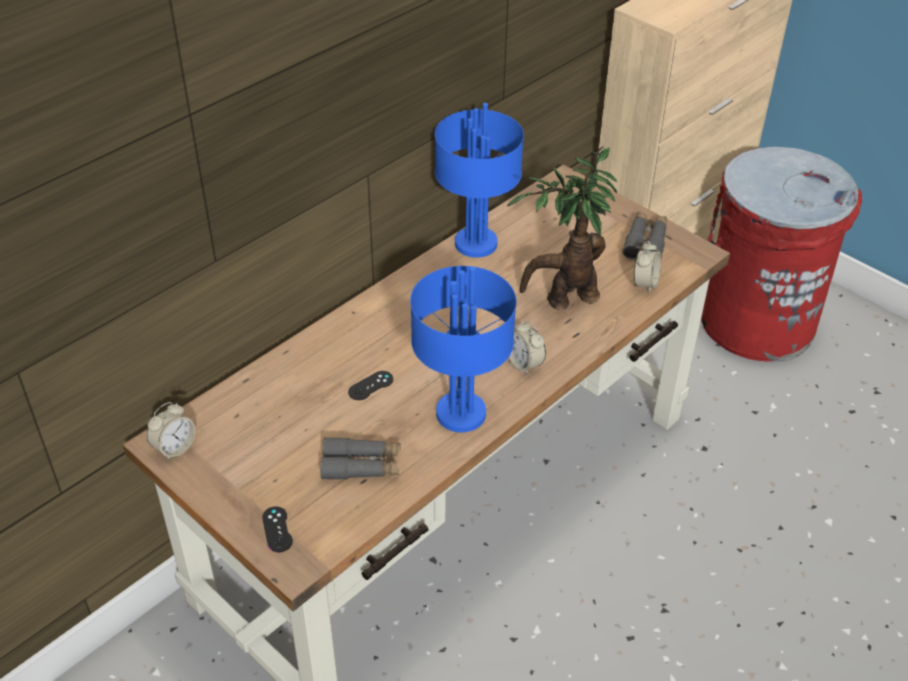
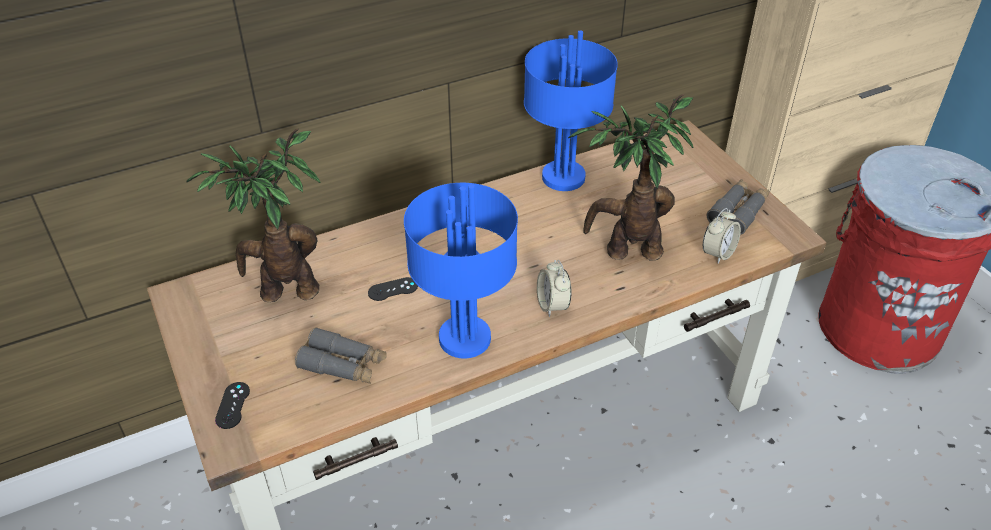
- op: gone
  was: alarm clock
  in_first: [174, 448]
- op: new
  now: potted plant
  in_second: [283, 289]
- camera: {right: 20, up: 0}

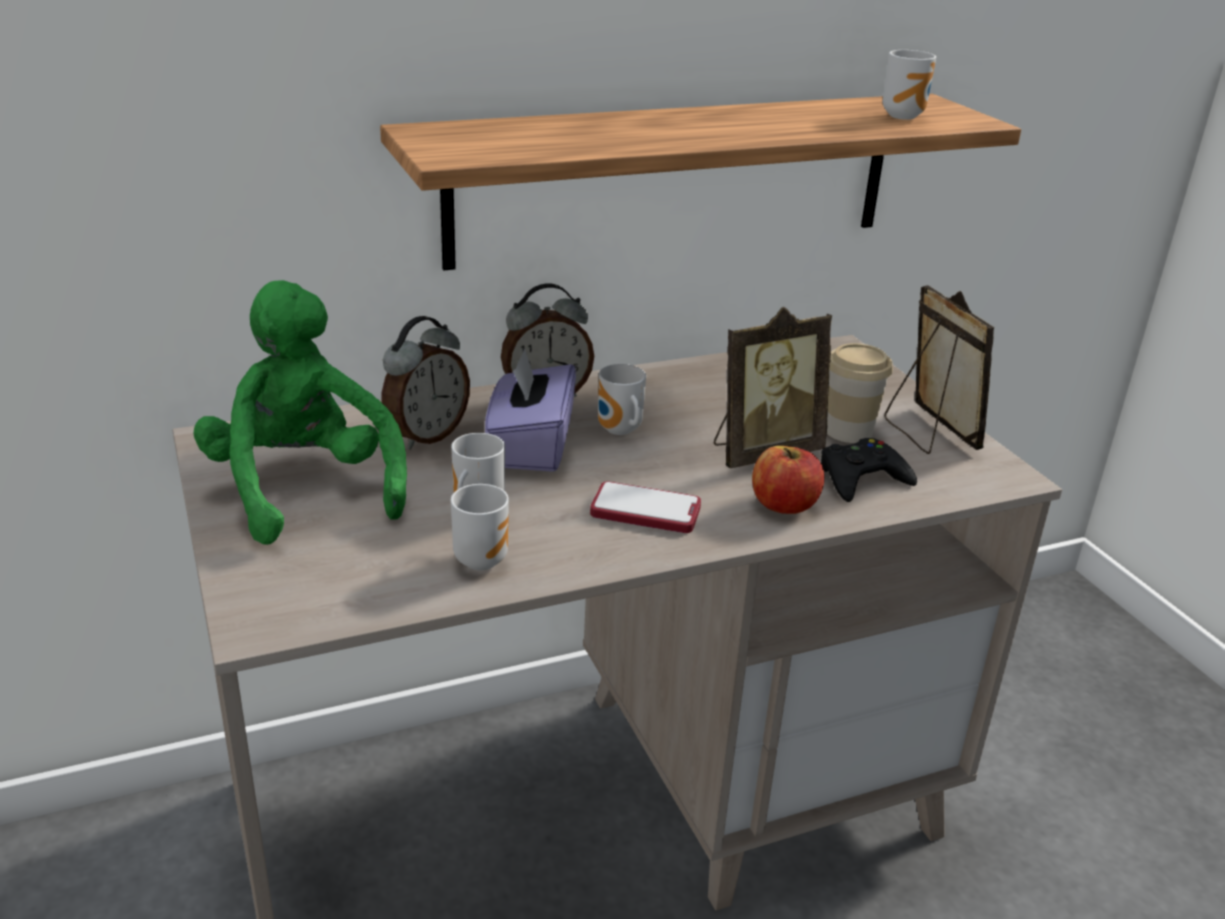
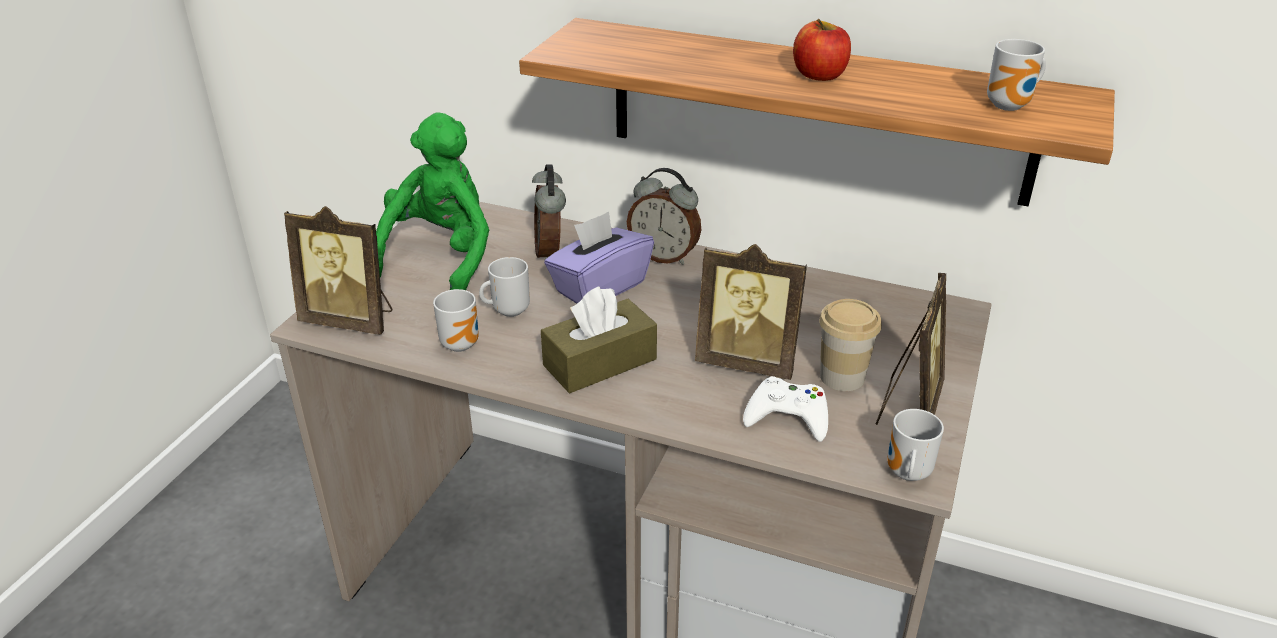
- op: rotated
  was: alarm clock
  in_first: [426, 435]
  in_second: [551, 252]
  clockwise: 90
- op: shifted
  was: mug
  in_first: [619, 431]
  in_second: [905, 474]
- op: repainted
  was: black game controller
  now: white game controller
  in_first: [861, 478]
  in_second: [788, 416]
- op: shifted
  was: apple
  in_first: [784, 505]
  in_second: [819, 75]
- op: swapped
  was: phone
  now: brown tissue box
  in_first: [645, 510]
  in_second: [600, 362]
- op: new
  now: picture frame
  in_second: [351, 320]
- camera: {right: 45, up: 5}

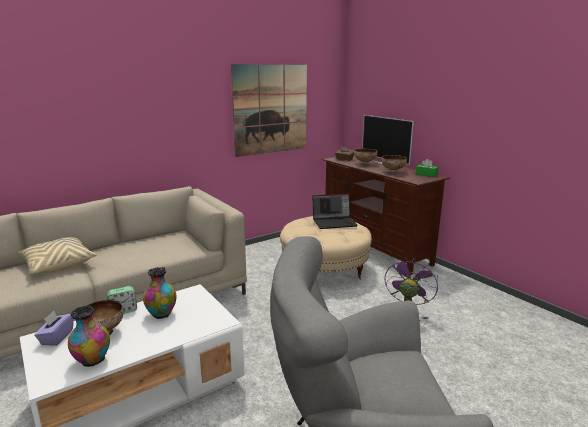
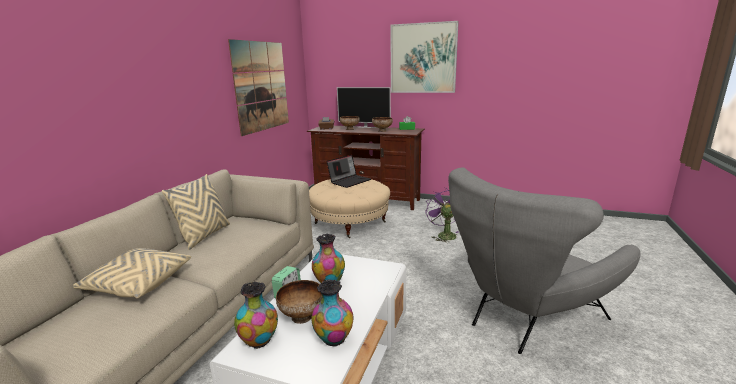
- op: swapped
  was: purple tissue box
  now: vase
  in_first: [57, 337]
  in_second: [259, 341]
- op: new
  now: picture
  in_second: [423, 58]
- op: new
  now: beige pillow
  in_second: [204, 236]
- camera: {right: -35, up: 0}

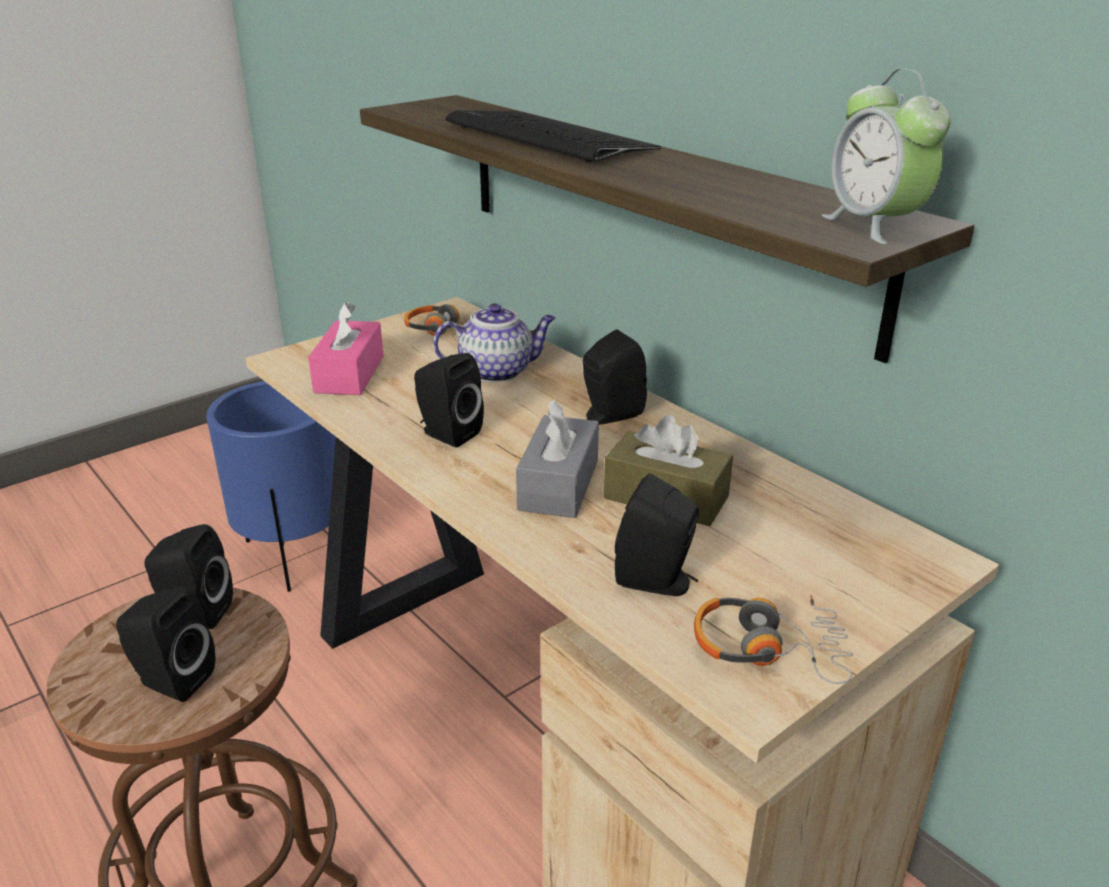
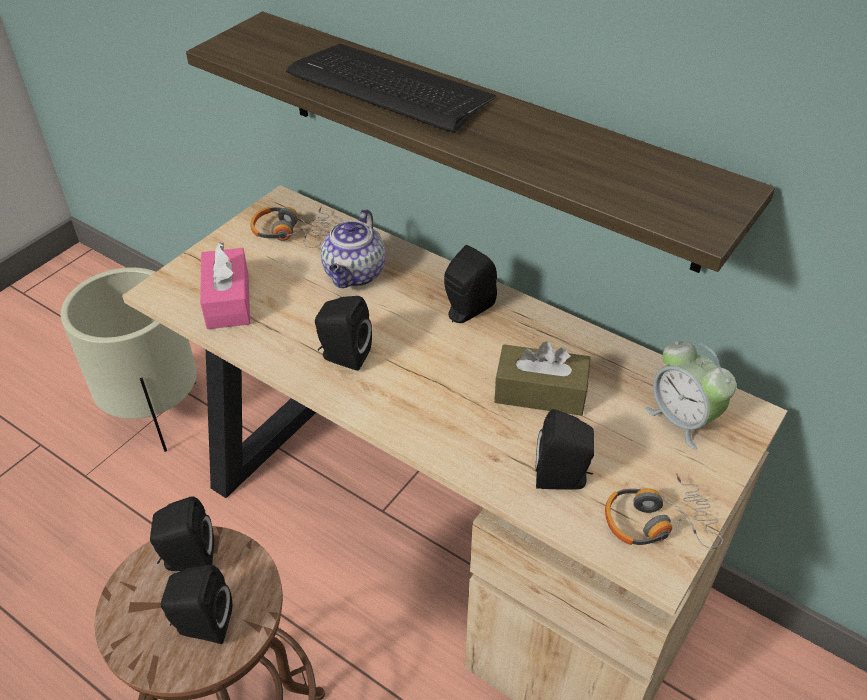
- op: shifted
  was: alarm clock
  in_first: [874, 226]
  in_second: [682, 420]
- op: rotated
  was: teapot
  in_first: [497, 371]
  in_second: [355, 275]
  clockwise: 135
- op: repainted
  was: blue planter
  now: beige planter
  in_first: [295, 554]
  in_second: [156, 413]
- op: gone
  was: grey tissue box
  in_first: [559, 485]
- camera: {right: -15, up: 15}

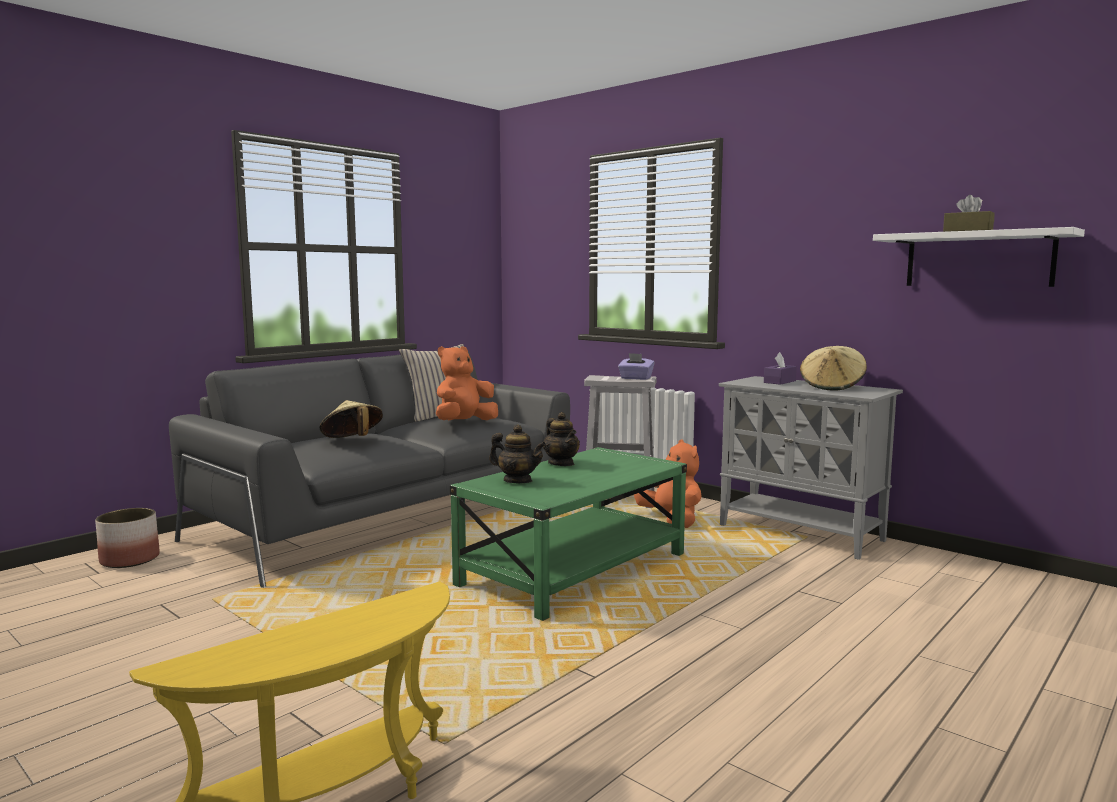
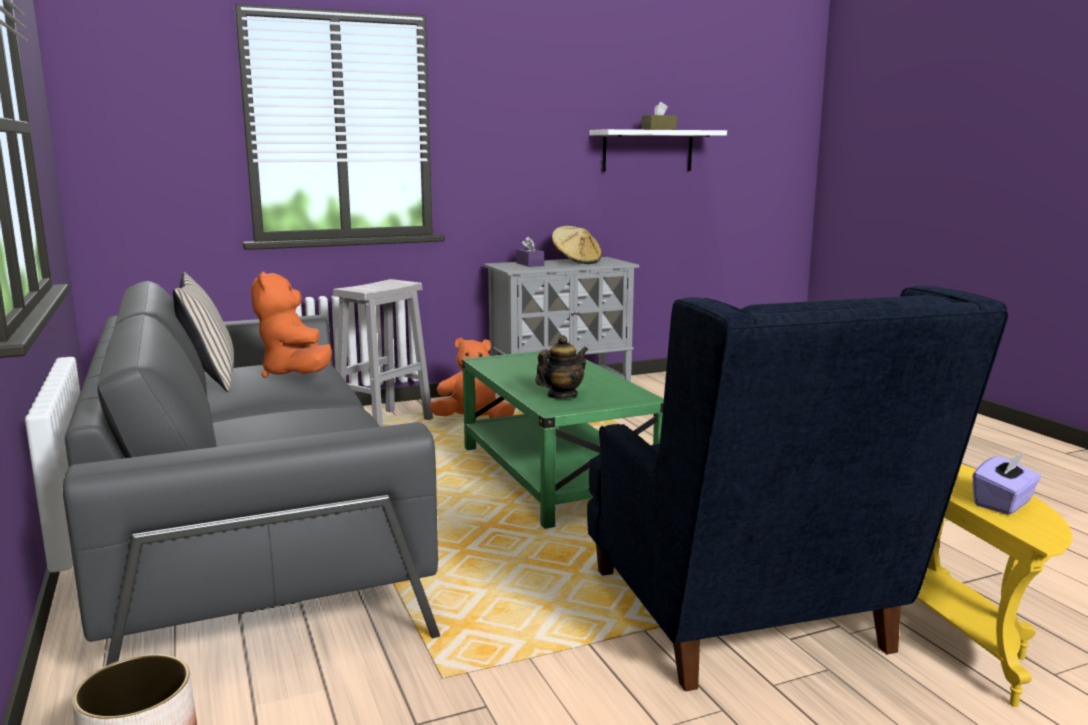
- op: shifted
  was: purple tissue box
  in_first: [635, 378]
  in_second: [1003, 503]
- op: gone
  was: beige hat
  in_first: [352, 441]
- op: gone
  was: teapot
  in_first: [561, 463]
- op: new
  now: blue armchair
  in_second: [749, 623]
- camera: {right: -65, up: 5}

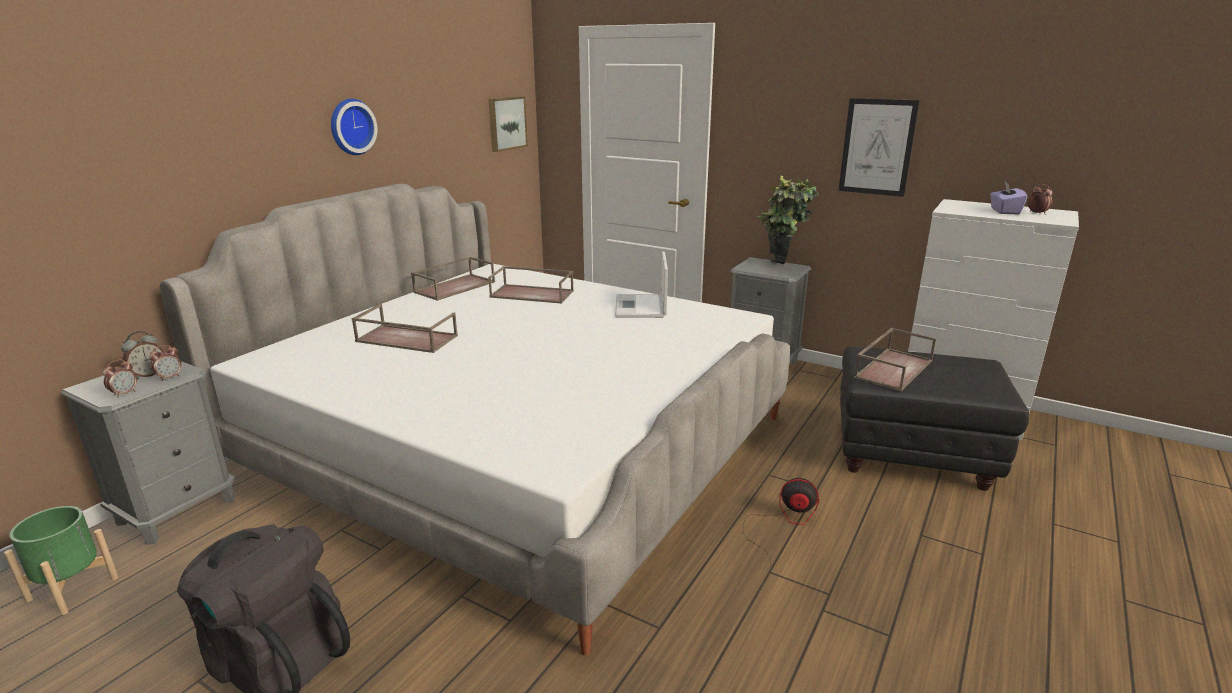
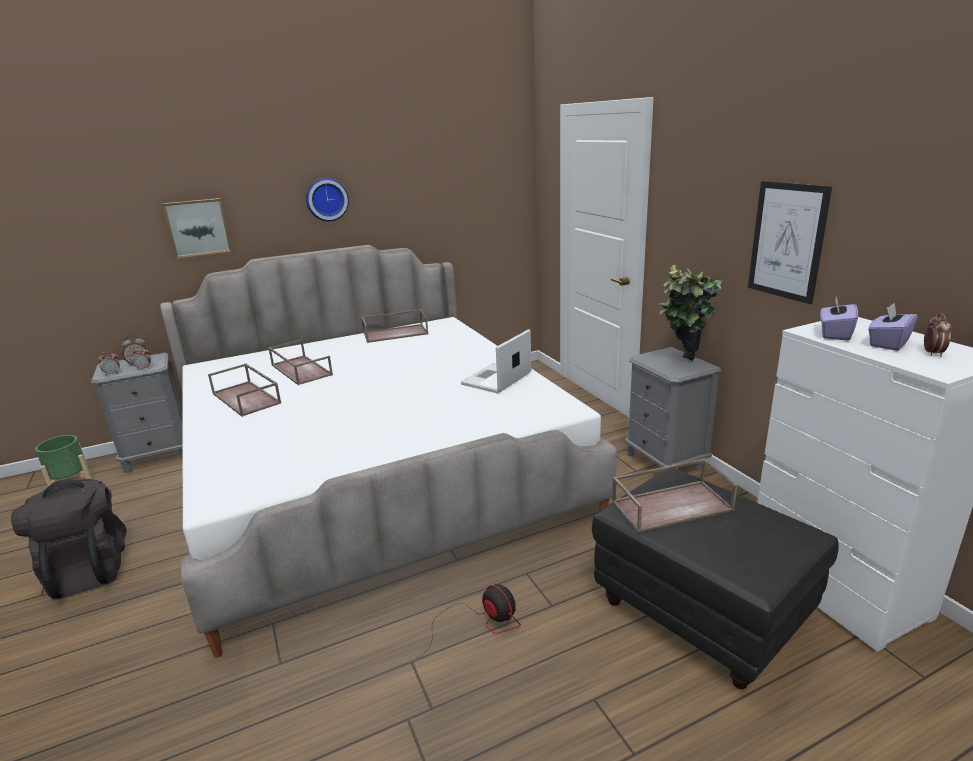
- op: shifted
  was: picture
  in_first: [506, 123]
  in_second: [198, 227]
- op: shifted
  was: brown tray
  in_first: [533, 294]
  in_second: [247, 398]
- op: new
  now: purple tissue box
  in_second: [834, 334]
- camera: {right: 35, up: 0}

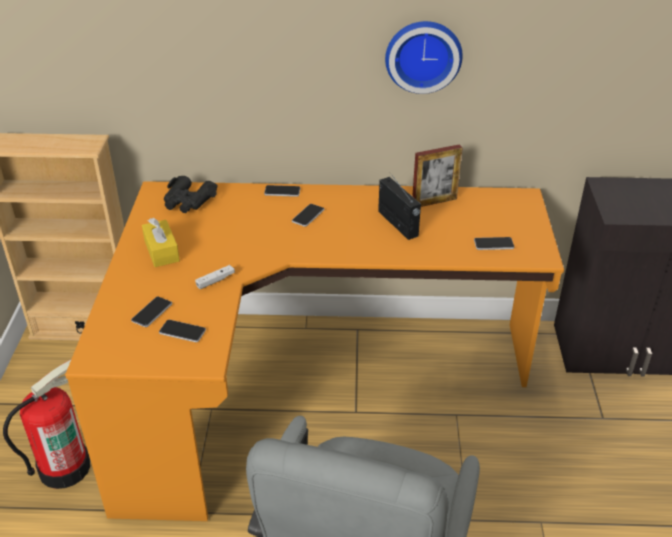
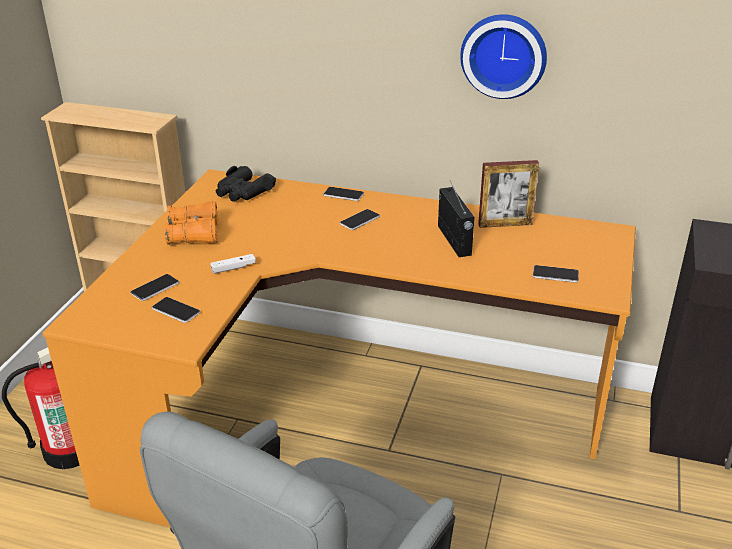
- op: swapped
  was: yellow tissue box
  now: orange binoculars
  in_first: [161, 251]
  in_second: [194, 233]
- camera: {right: 15, up: -5}

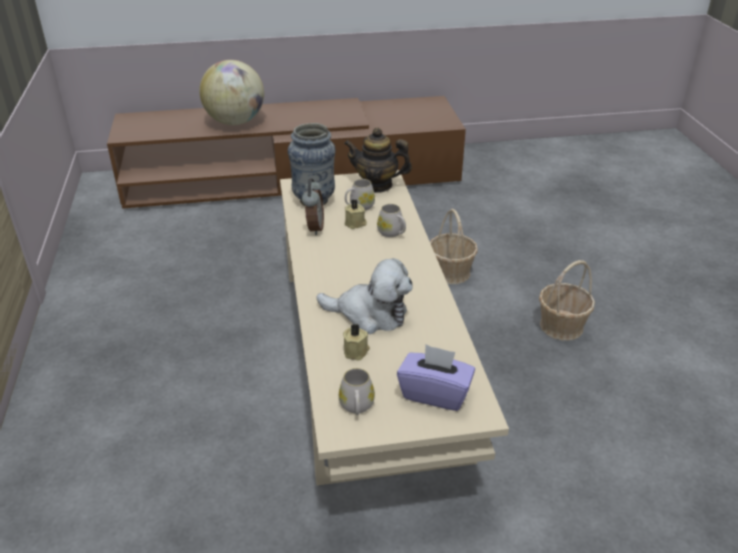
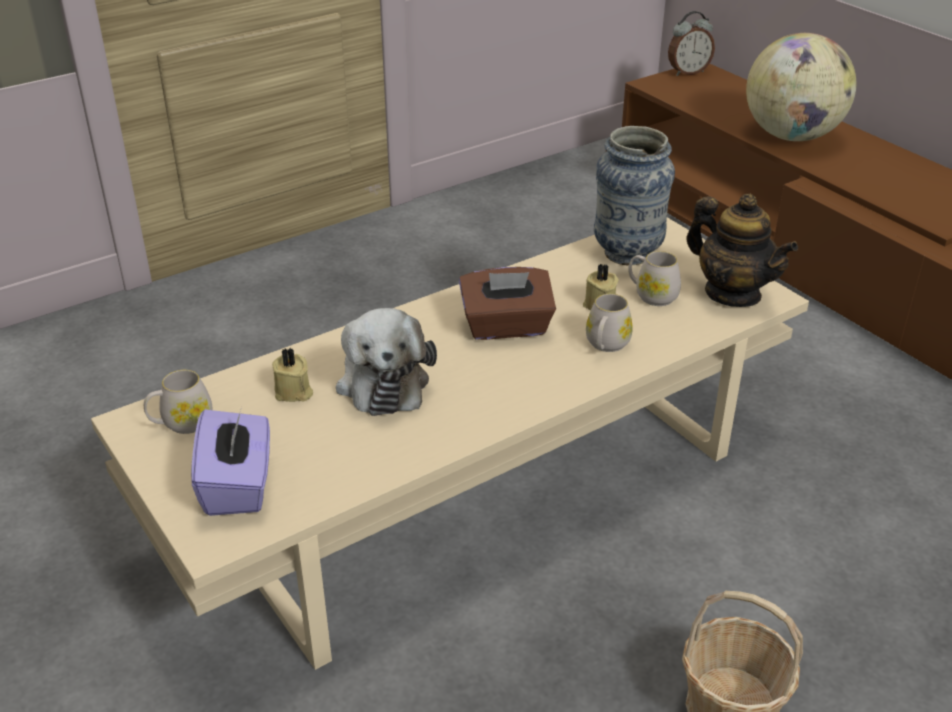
- op: rotated
  was: teapot
  in_first: [377, 185]
  in_second: [732, 293]
  clockwise: 150
- op: shifted
  was: alarm clock
  in_first: [314, 228]
  in_second: [687, 72]
- op: gone
  was: basket
  in_first: [451, 272]
- op: new
  now: brown tissue box
  in_second: [506, 327]
- camera: {right: 65, up: 0}

